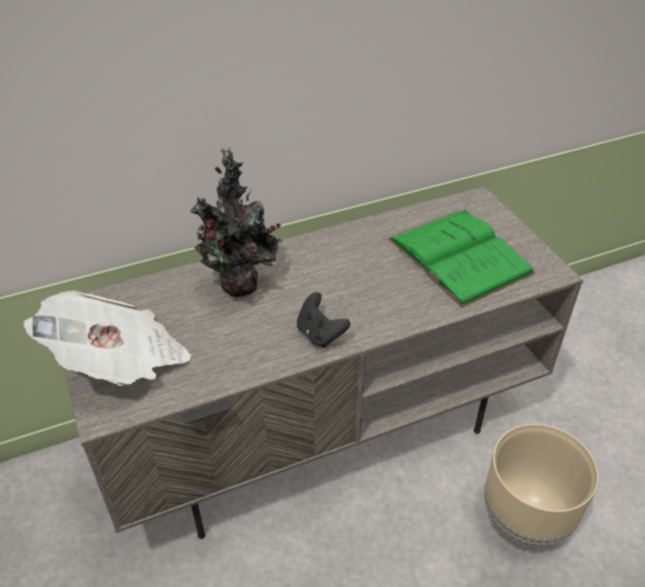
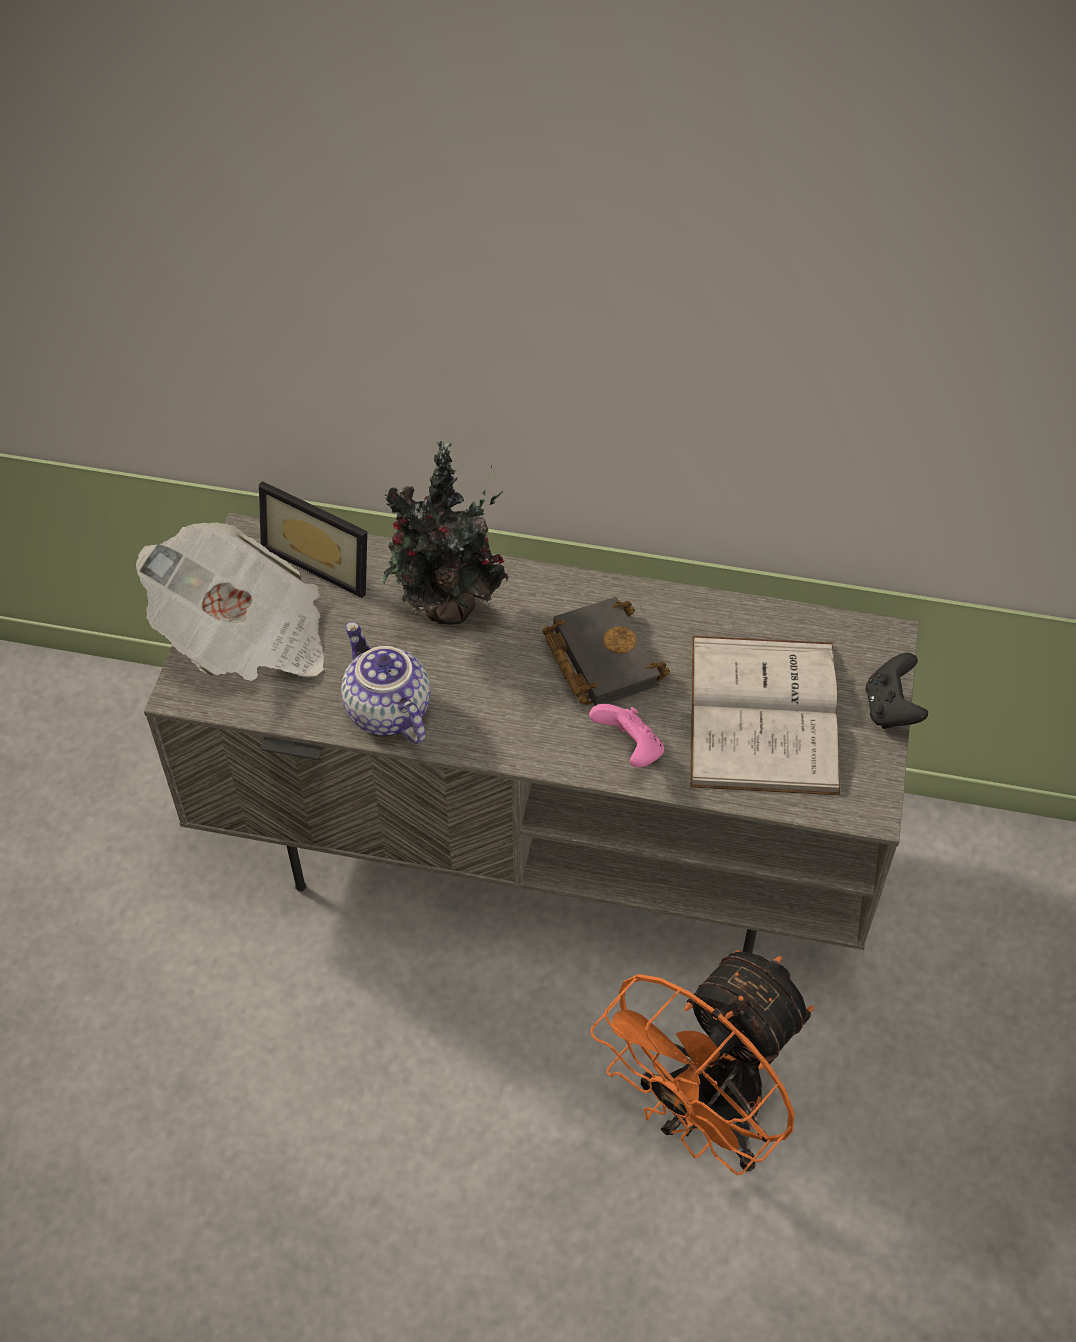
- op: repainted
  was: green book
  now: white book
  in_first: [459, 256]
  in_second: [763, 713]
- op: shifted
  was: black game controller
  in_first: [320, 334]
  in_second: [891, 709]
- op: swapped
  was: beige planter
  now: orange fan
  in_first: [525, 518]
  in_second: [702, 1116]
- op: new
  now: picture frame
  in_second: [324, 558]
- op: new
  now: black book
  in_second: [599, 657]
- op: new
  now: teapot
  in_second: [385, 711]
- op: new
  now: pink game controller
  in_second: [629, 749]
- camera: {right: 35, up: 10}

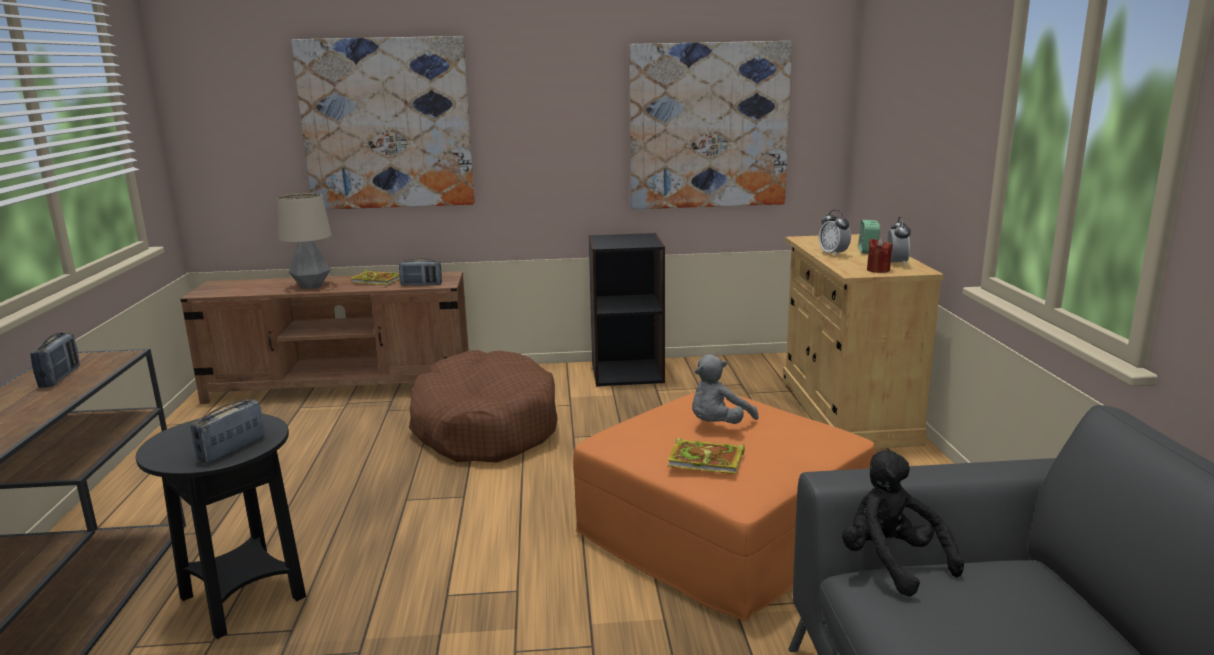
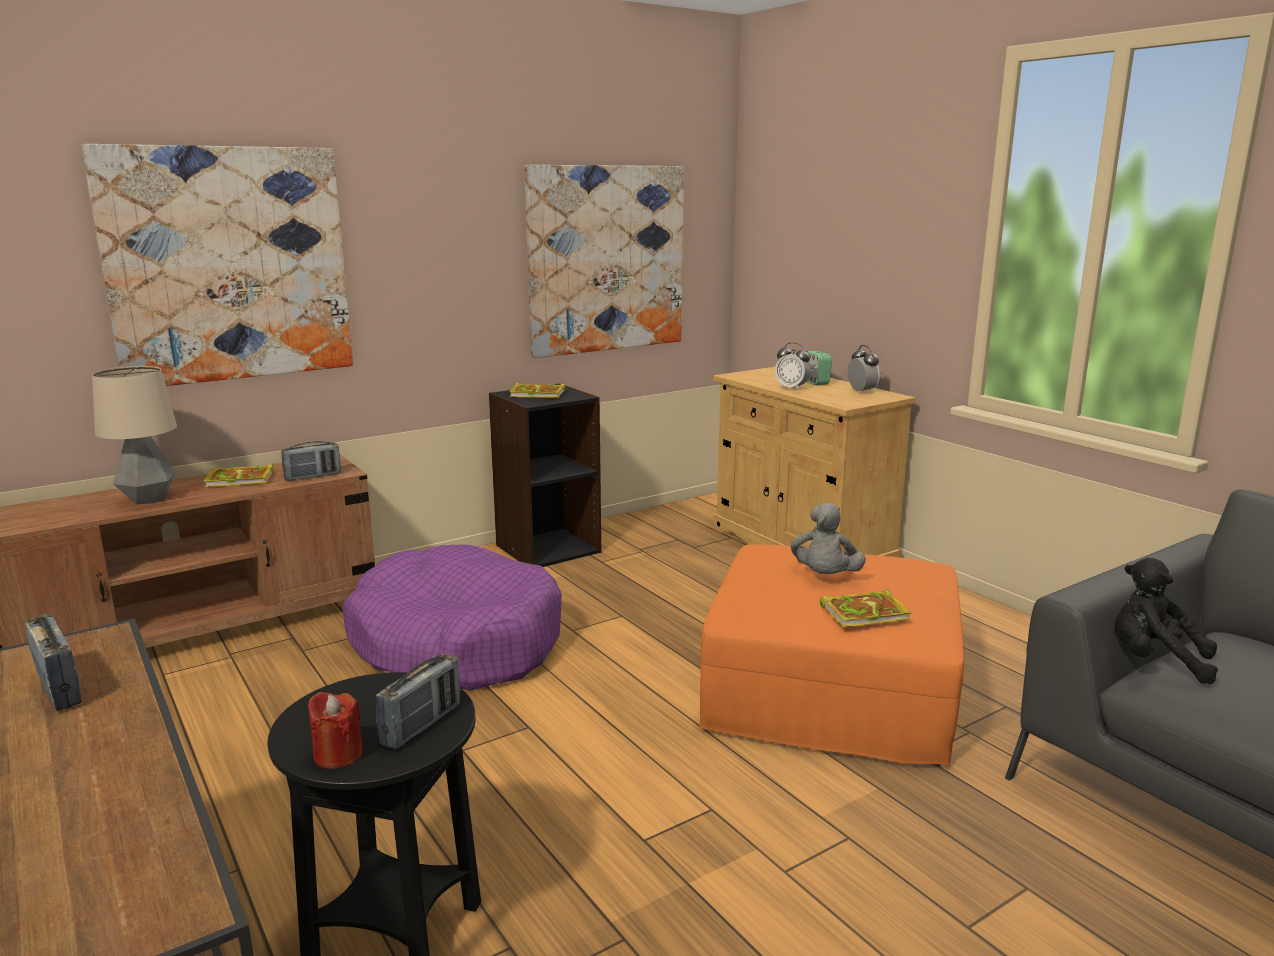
- op: shifted
  was: red candle
  in_first: [878, 270]
  in_second: [338, 755]
- op: repainted
  was: brown dog bed
  now: purple dog bed
  in_first: [485, 427]
  in_second: [456, 642]
- op: rotated
  was: radio
  in_first: [232, 449]
  in_second: [422, 725]
  clockwise: -150
- op: new
  now: book
  in_second: [538, 394]
- camera: {right: -30, up: 0}

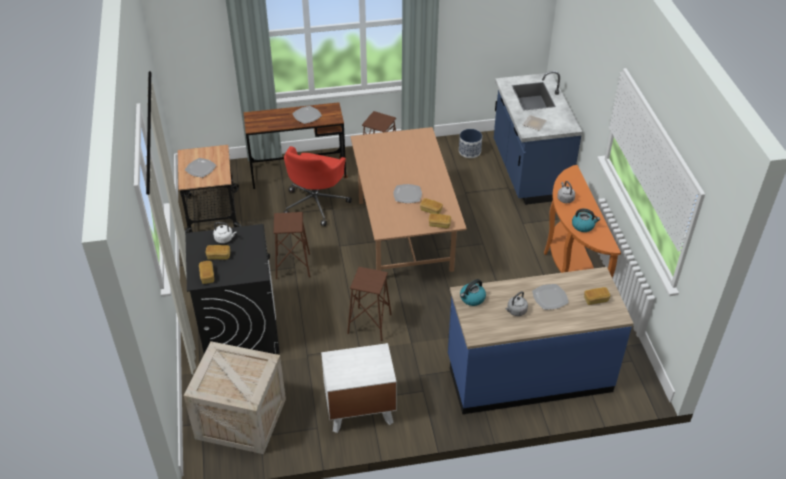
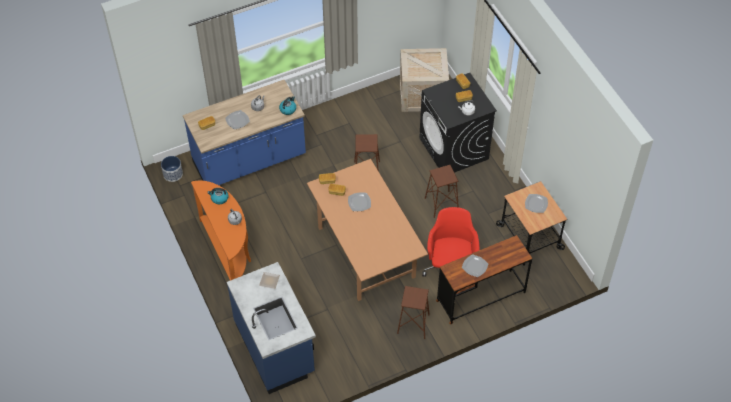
- op: shifted
  was: planter
  in_first: [469, 151]
  in_second: [173, 174]
- op: gone
  was: white nightstand
  in_first: [359, 410]
- camera: {right: 165, up: 10}

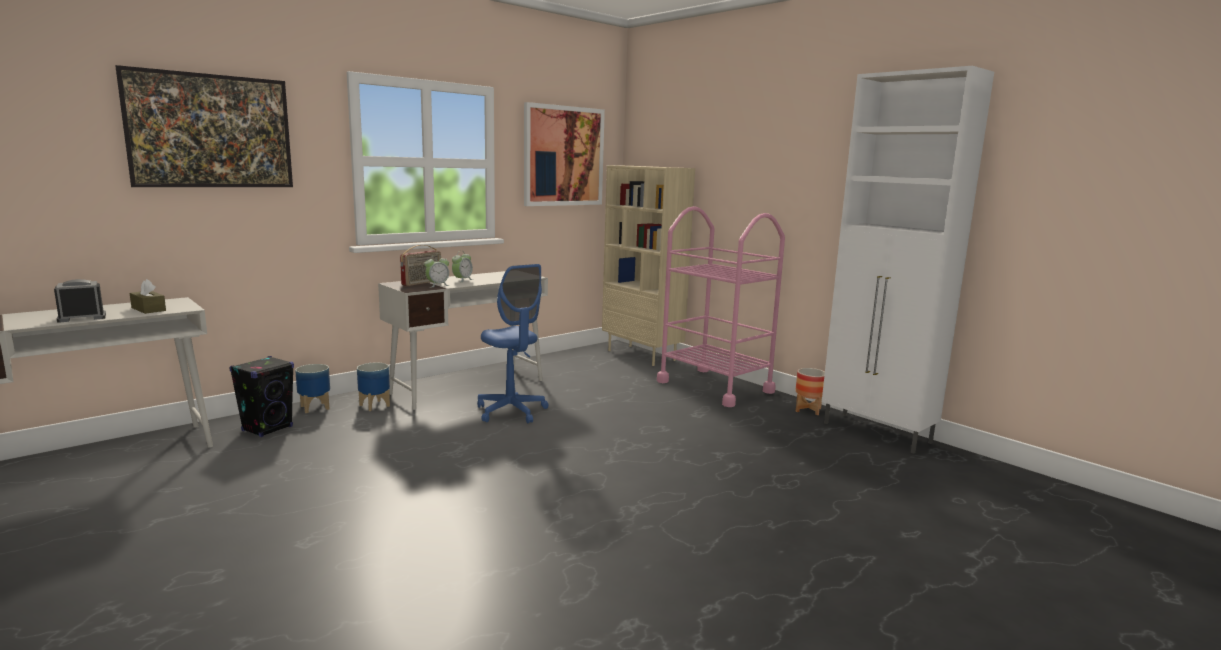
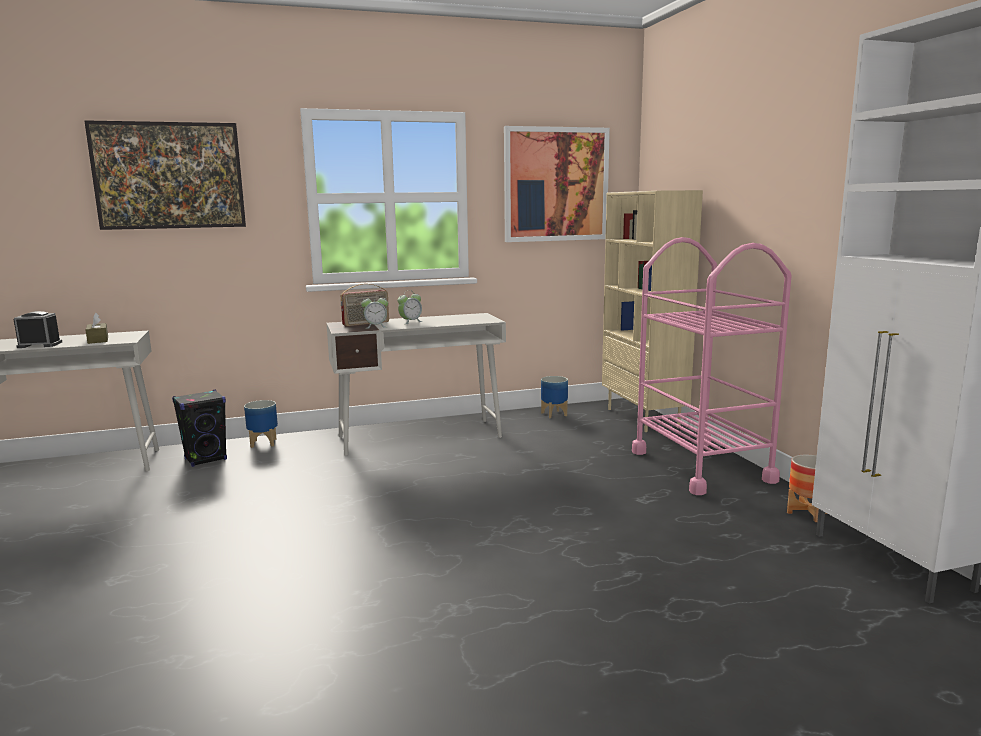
- op: gone
  was: blue office chair
  in_first: [511, 411]
- op: shifted
  was: planter
  in_first: [374, 406]
  in_second: [553, 414]
- camera: {right: 25, up: 0}

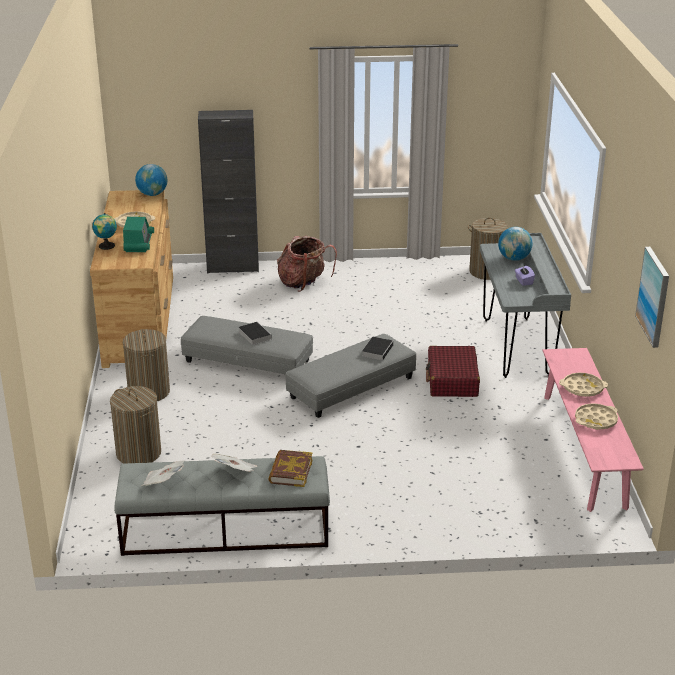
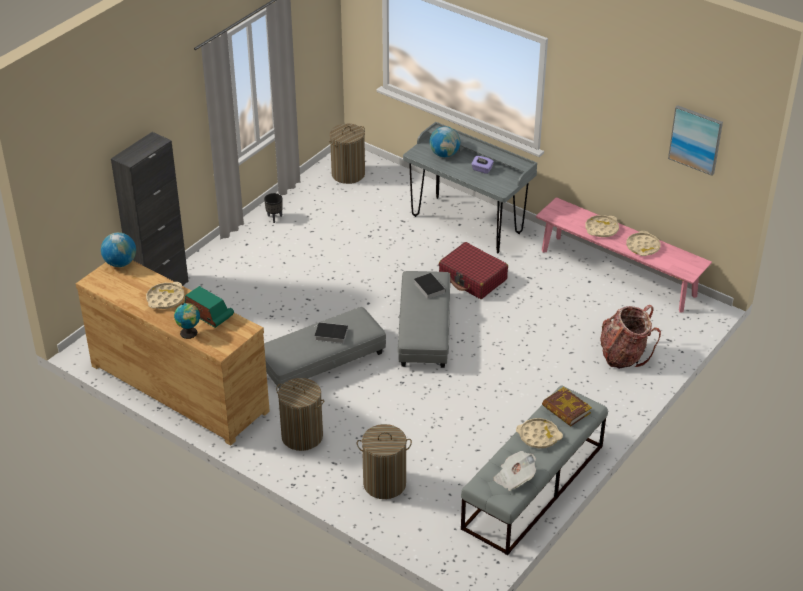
- op: shifted
  was: backpack
  in_first: [304, 283]
  in_second: [624, 355]
- op: swapped
  was: newspaper
  now: beige tray
  in_first: [235, 472]
  in_second: [538, 436]
- op: new
  now: black planter
  in_second: [274, 218]
- camera: {right: -50, up: 10}

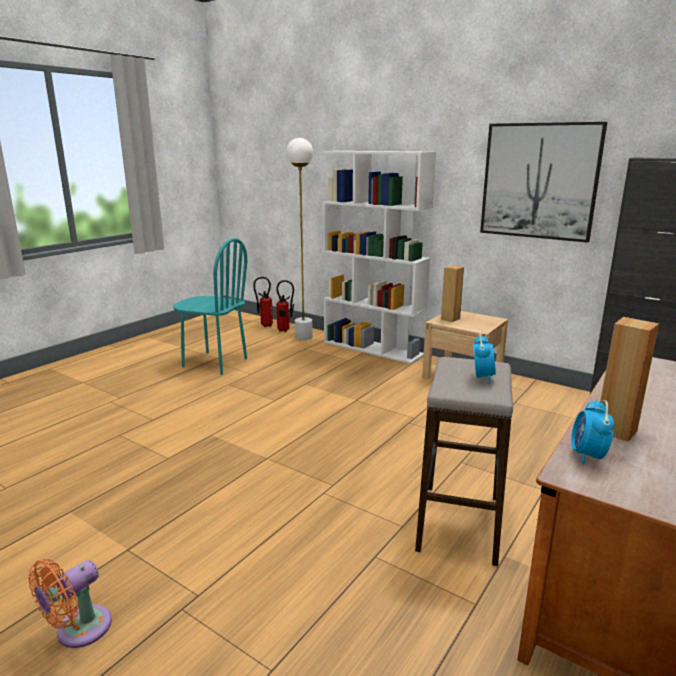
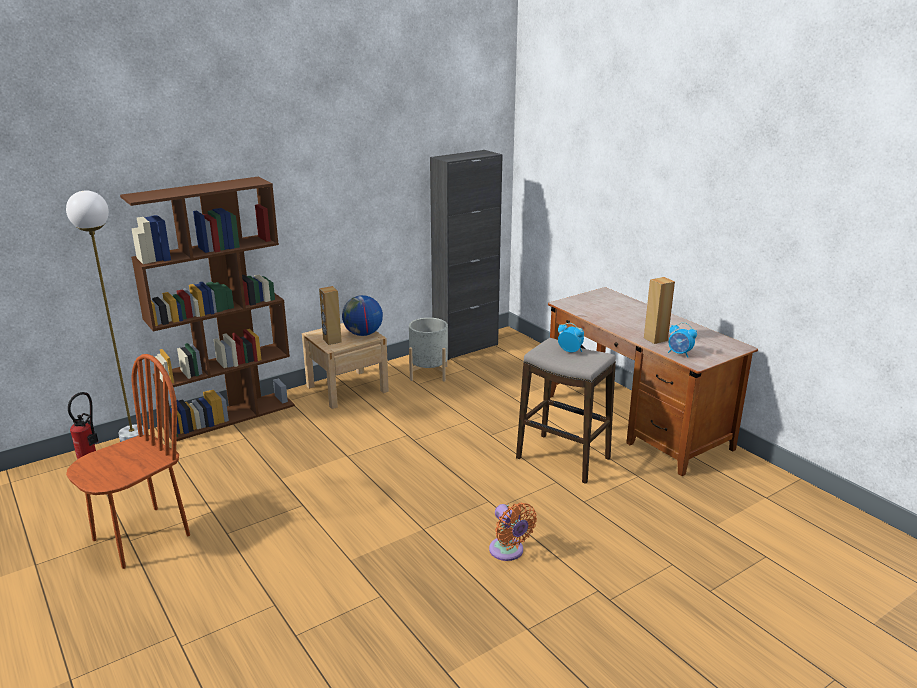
- op: gone
  was: picture
  in_first: [539, 181]
- op: repainted
  was: white bookcase
  now: brown bookcase
  in_first: [373, 348]
  in_second: [230, 415]
- op: repainted
  was: turquoise chair
  now: brown chair
  in_first: [214, 363]
  in_second: [141, 537]
- op: gone
  was: fire extinguisher
  in_first: [264, 325]
- op: shifted
  was: orange fan
  in_first: [78, 630]
  in_second: [508, 552]
- op: new
  now: globe
  in_second: [363, 334]
- op: new
  now: grey planter
  in_second: [429, 373]
- camera: {right: -70, up: 5}

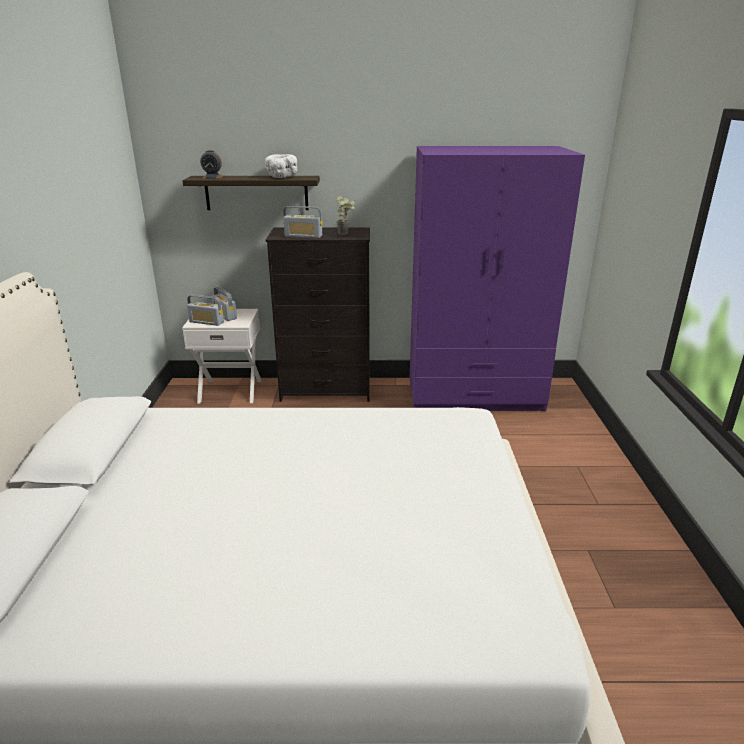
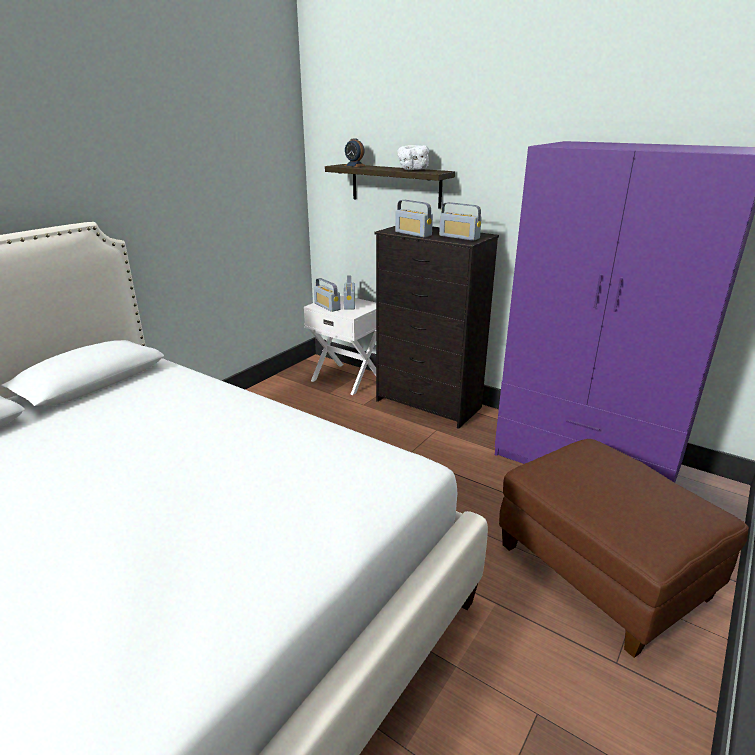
- op: swapped
  was: potted plant
  now: radio
  in_first: [346, 234]
  in_second: [459, 237]
- op: new
  now: brown ottoman
  in_second: [602, 573]
- camera: {right: 35, up: 0}

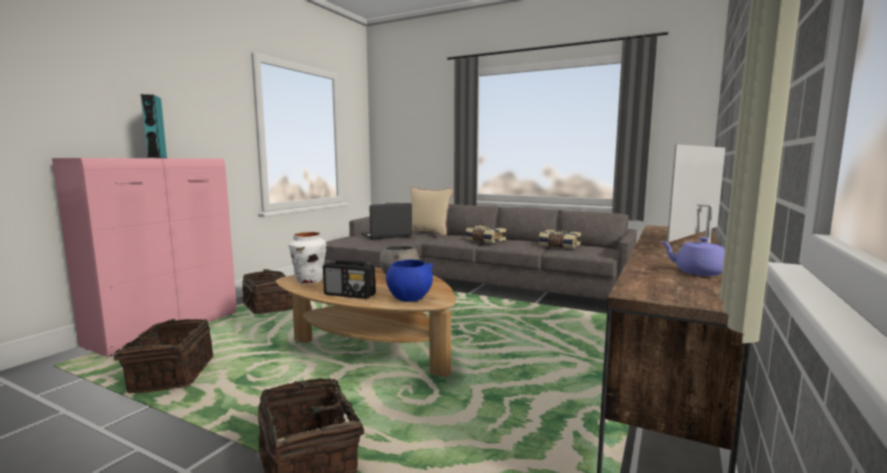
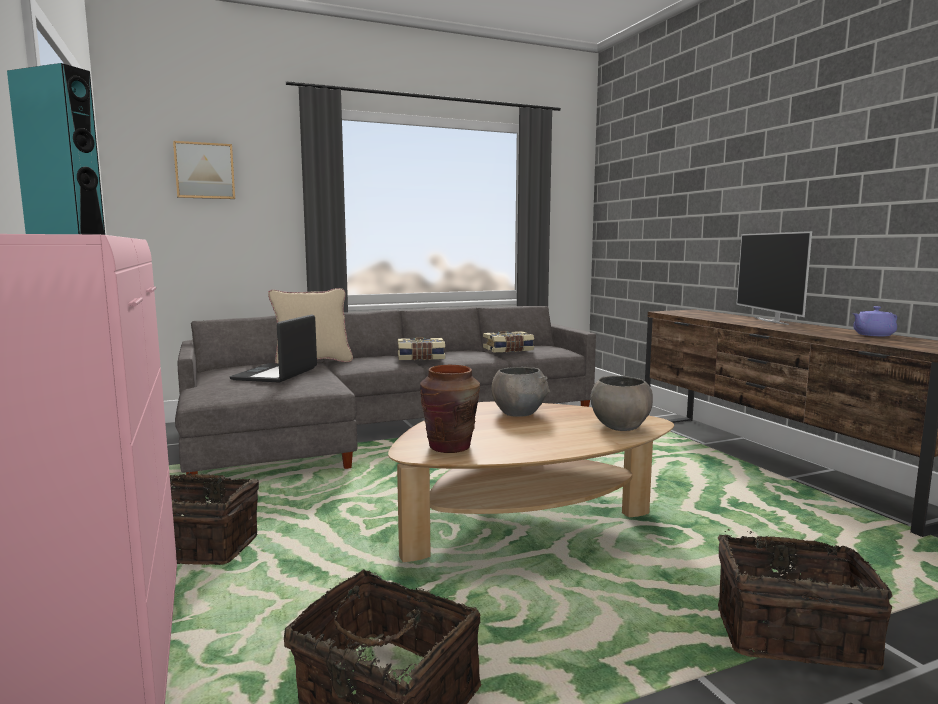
- op: repainted
  was: white vase
  now: brown vase
  in_first: [309, 281]
  in_second: [450, 447]
- op: gone
  was: radio
  in_first: [350, 295]
- op: repainted
  was: blue bowl
  now: grey bowl
  in_first: [409, 298]
  in_second: [619, 426]
- op: new
  now: picture
  in_second: [204, 171]
- camera: {right: -50, up: 0}

